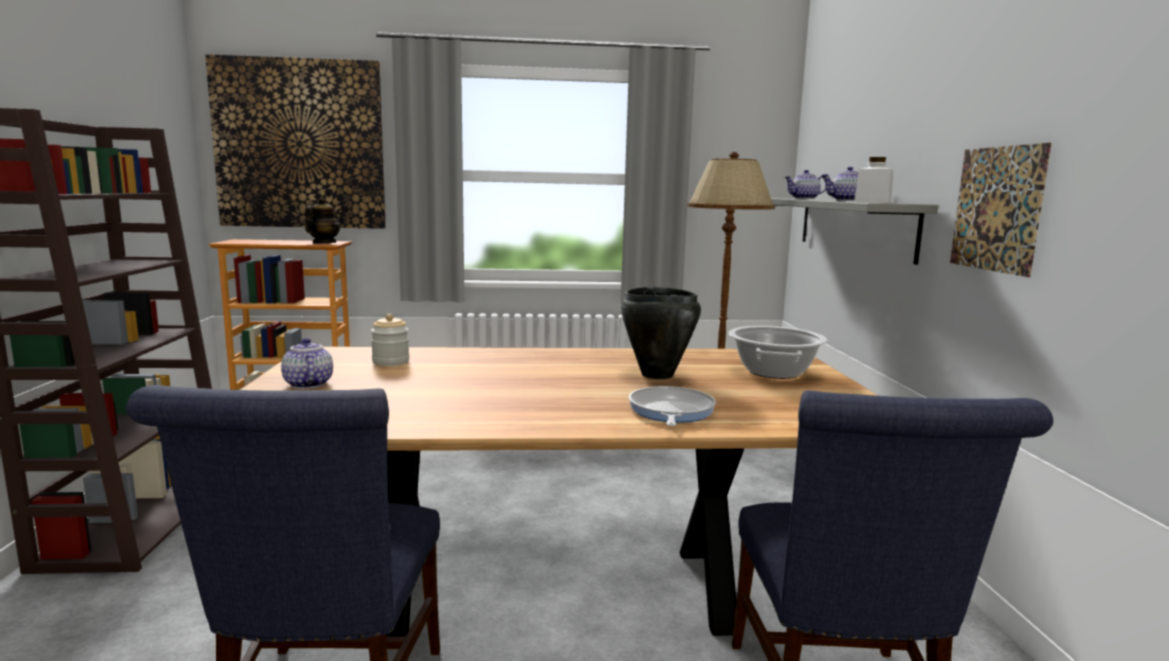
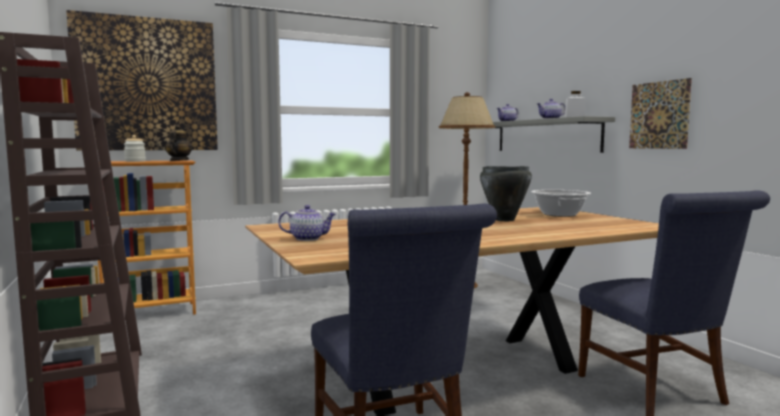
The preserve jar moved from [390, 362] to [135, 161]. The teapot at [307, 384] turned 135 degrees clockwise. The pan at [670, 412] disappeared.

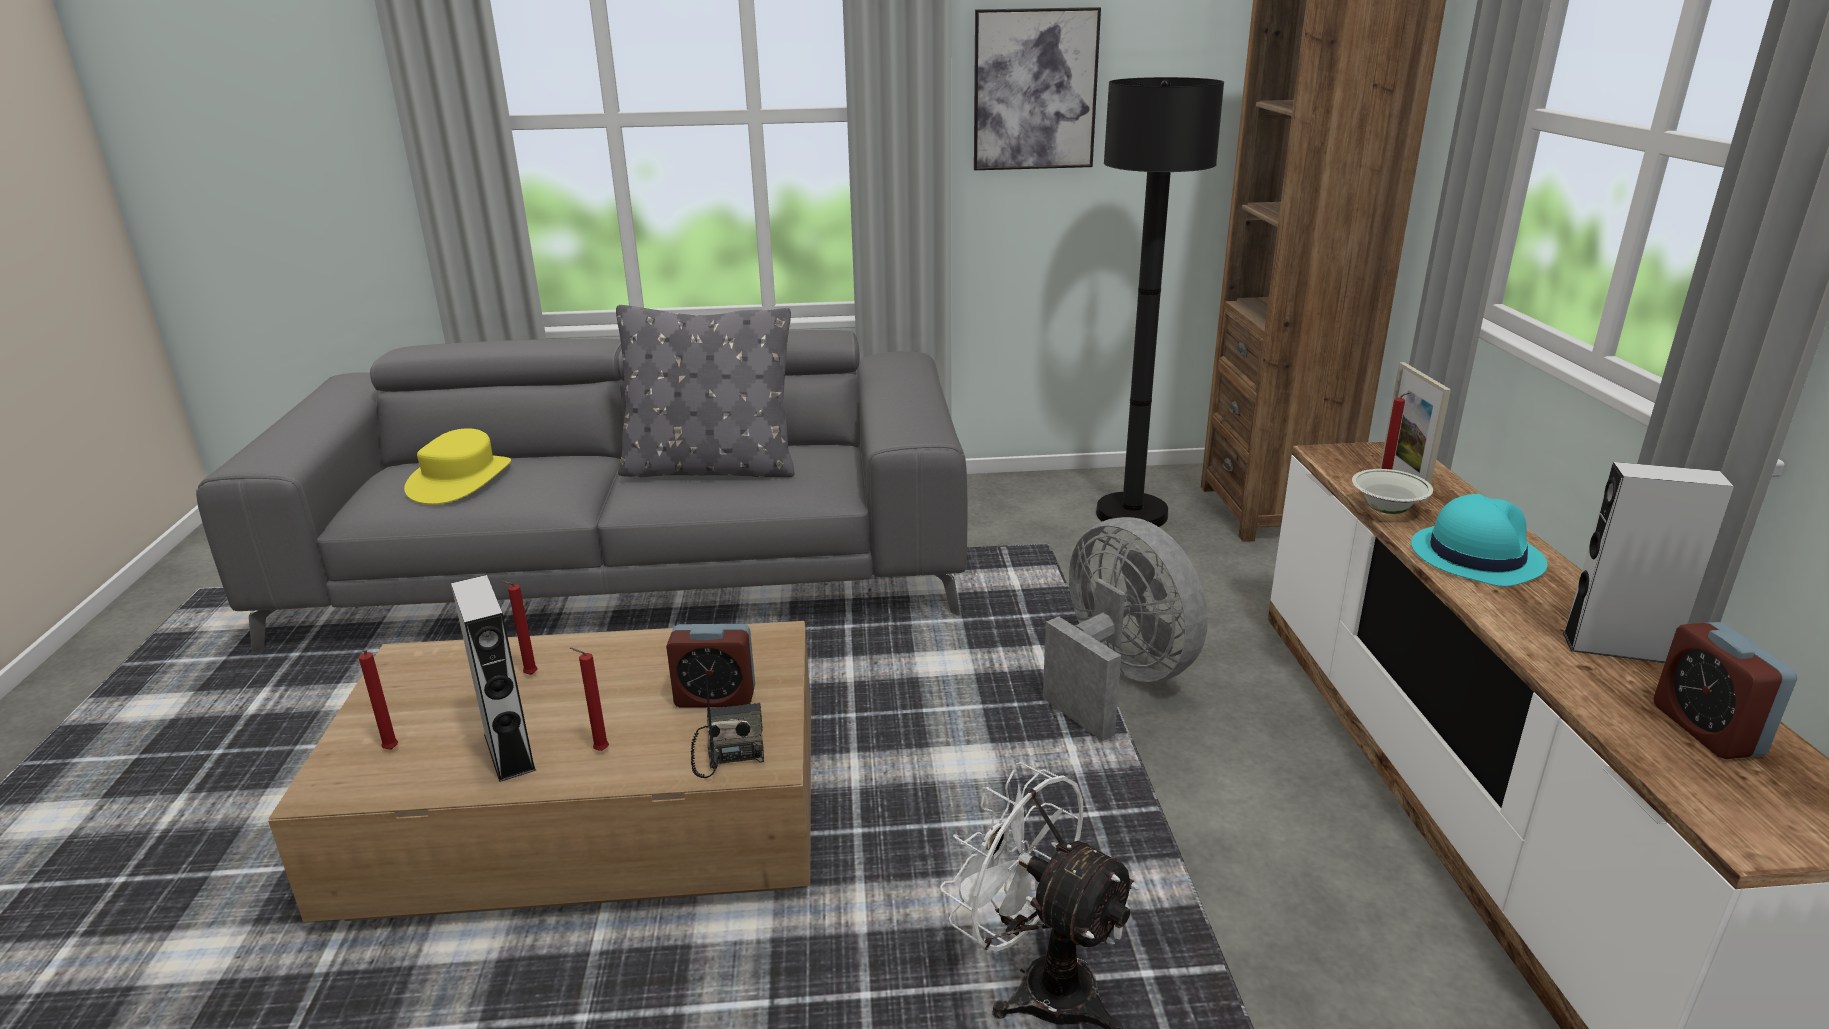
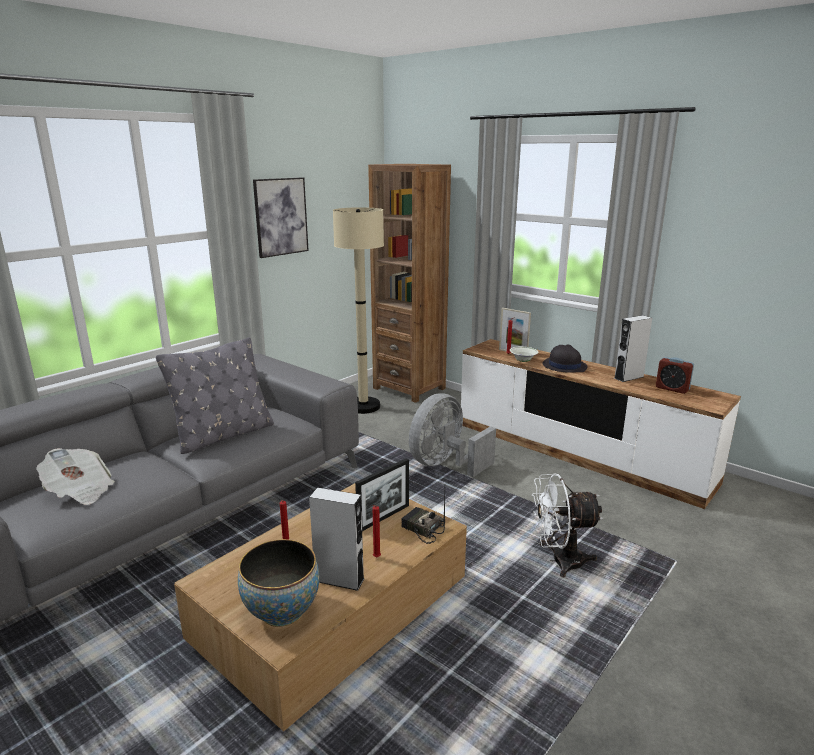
The wearable hat (yellow) at [461, 480] was replaced by the daily paper at [79, 491]. The wax candle (red-coloured) at [391, 751] was replaced by the deep dish at [282, 612]. The standard lamp (blackish) at [1131, 514] became the standard lamp (beige) at [363, 406]. The table clock at [715, 697] was replaced by the picture frame at [383, 518]. The fan (grey) at [1117, 680] turned 60 degrees counterclockwise. The wearable hat (turquoise) at [1476, 555] became the wearable hat (blackish) at [564, 366].

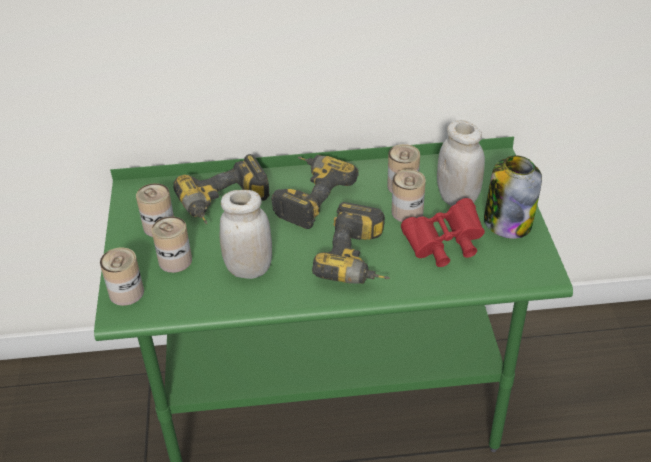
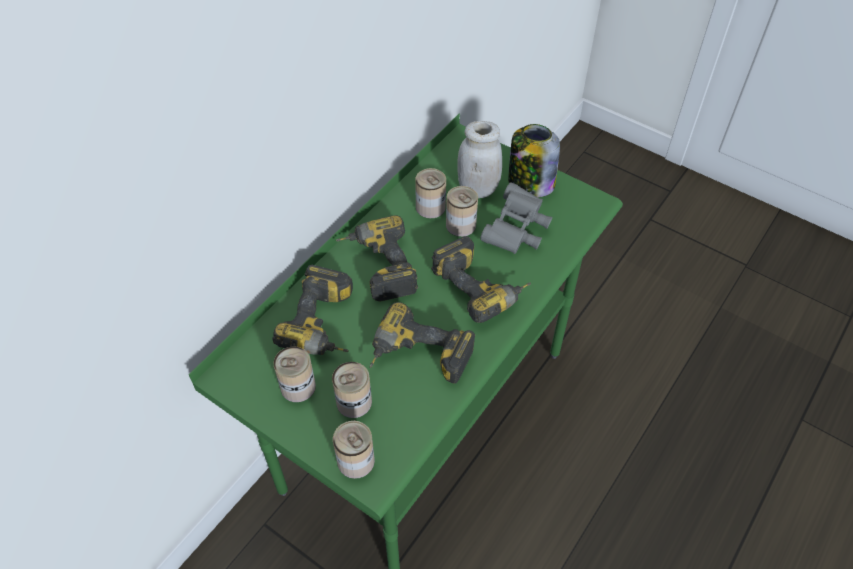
The preserve jar (white-coloured) at [249, 269] was replaced by the electric drill at [418, 359]. The field glasses (red-coloured) at [444, 245] became the field glasses (grey) at [516, 231].

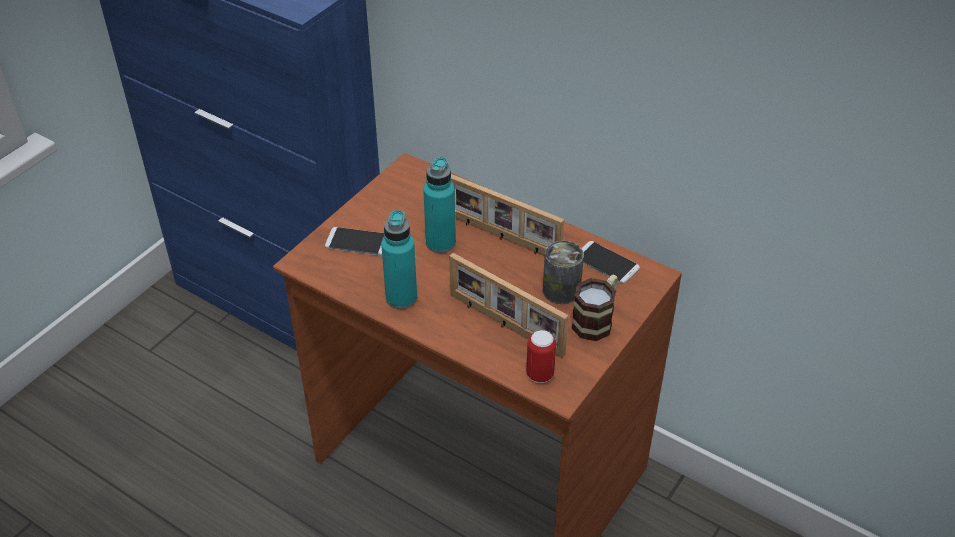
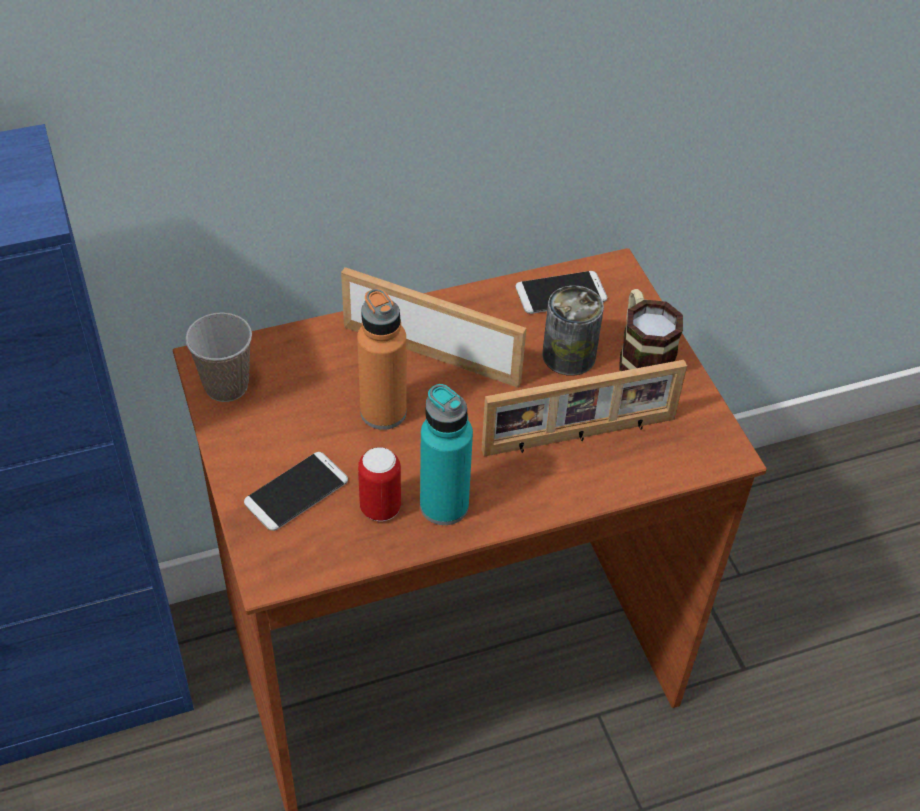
The cup at [226, 386] appeared. The picture frame at [502, 238] turned 135 degrees counterclockwise. The beverage bottle (turquoise) at [440, 243] became the beverage bottle (orange-coloured) at [383, 412]. The metal can moved from [540, 374] to [380, 508].

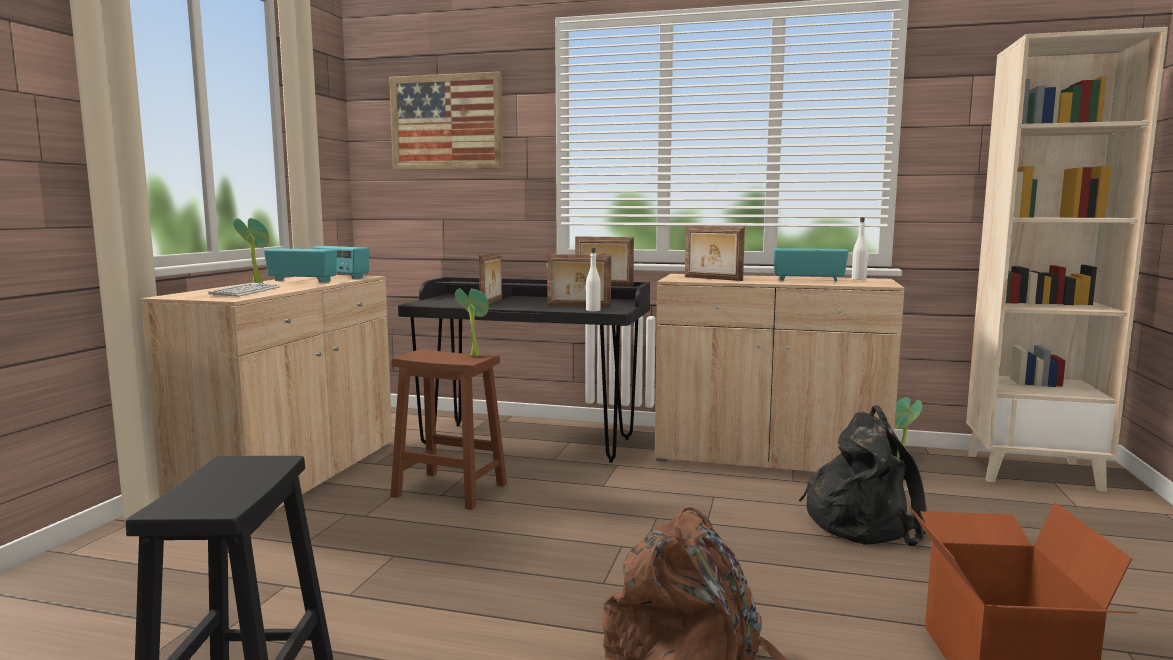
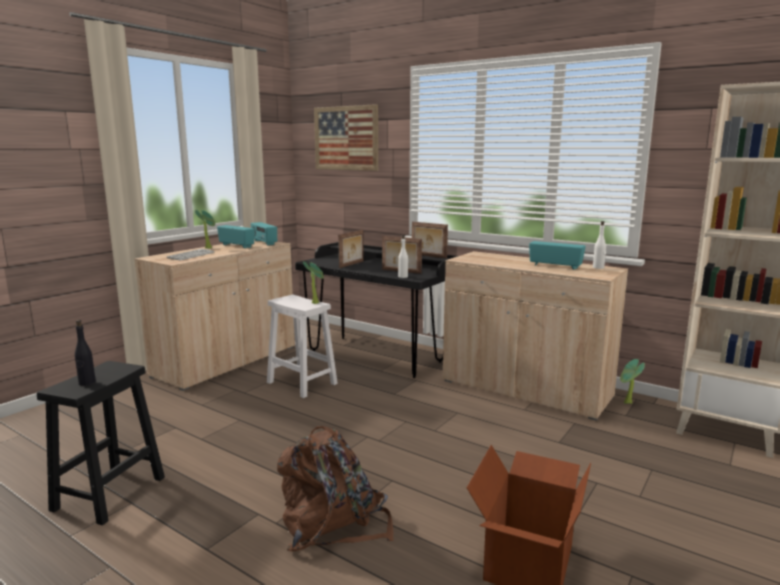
The beverage bottle (blackish) at [87, 383] appeared. The sitting stool (brown-coloured) at [448, 490] became the sitting stool (white-coloured) at [301, 383]. The picture frame at [712, 279] disappeared. The backpack (blackish) at [862, 522] disappeared.

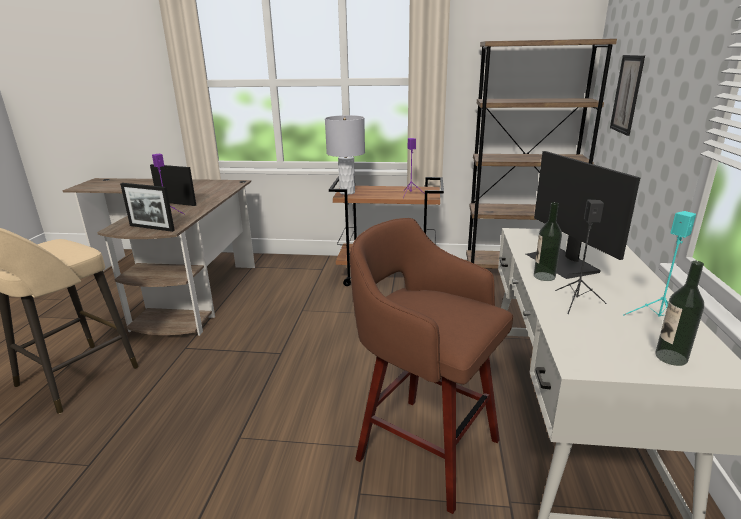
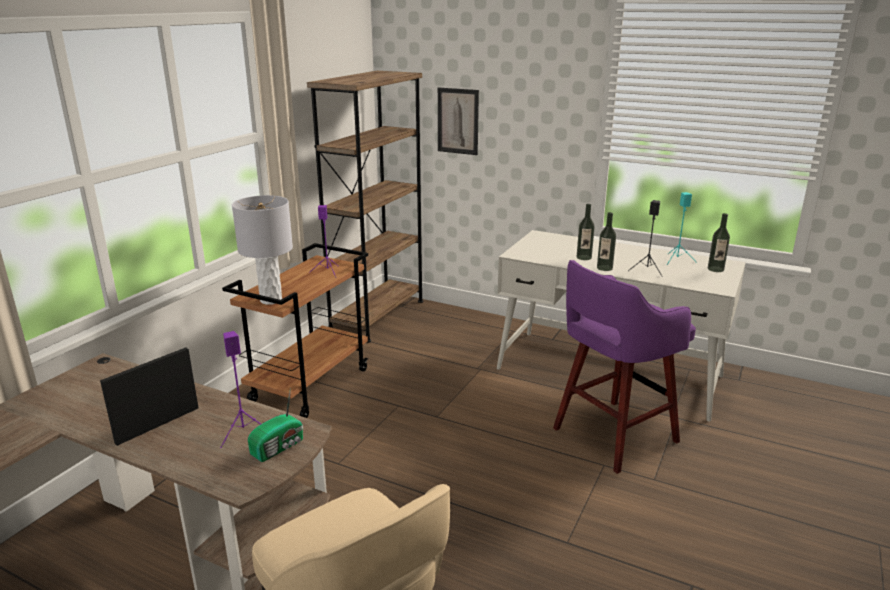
The picture frame at [152, 228] was replaced by the radio set at [279, 447]. The sitting stool (brown-coloured) at [424, 447] became the sitting stool (purple-coloured) at [611, 436]. The monitor at [562, 262] was replaced by the beverage bottle at [584, 257].

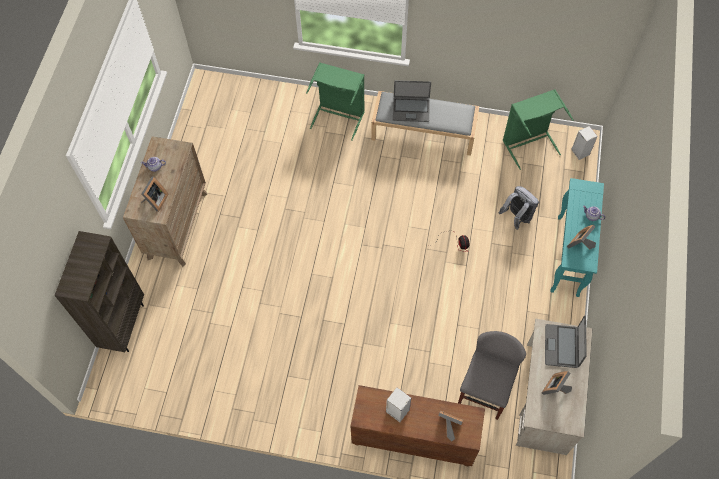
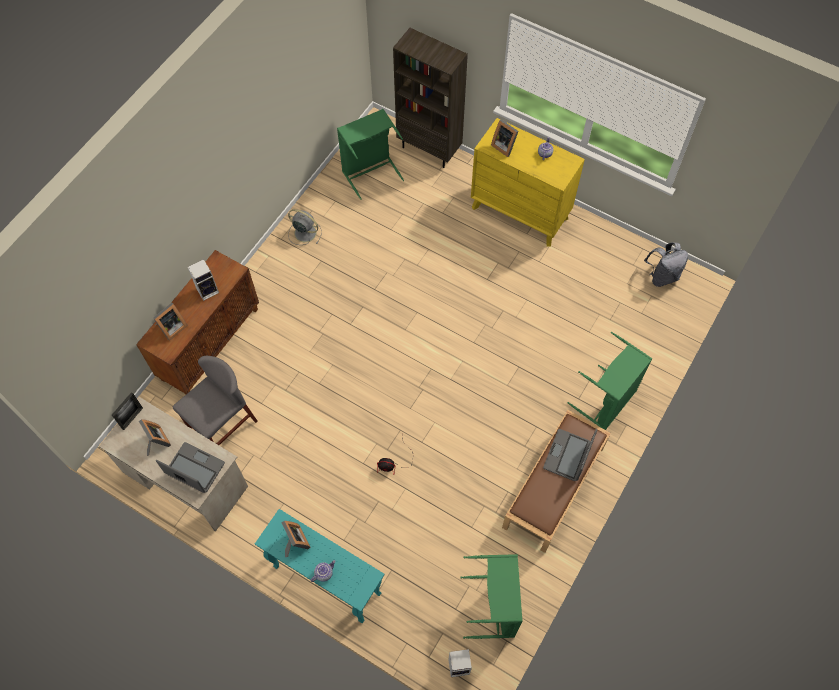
The picture frame at [132, 418] appeared. The plain chair (grey) at [485, 389] turned 90 degrees counterclockwise. The fan (grey) at [304, 232] appeared. The laundry basket (greenish) at [370, 171] appeared. The chest of drawers (brown-coloured) at [177, 225] became the chest of drawers (yellow) at [520, 213]. The bench (grey) at [424, 132] became the bench (brown-coloured) at [554, 487]. The backpack (grey) moved from [516, 217] to [662, 276].

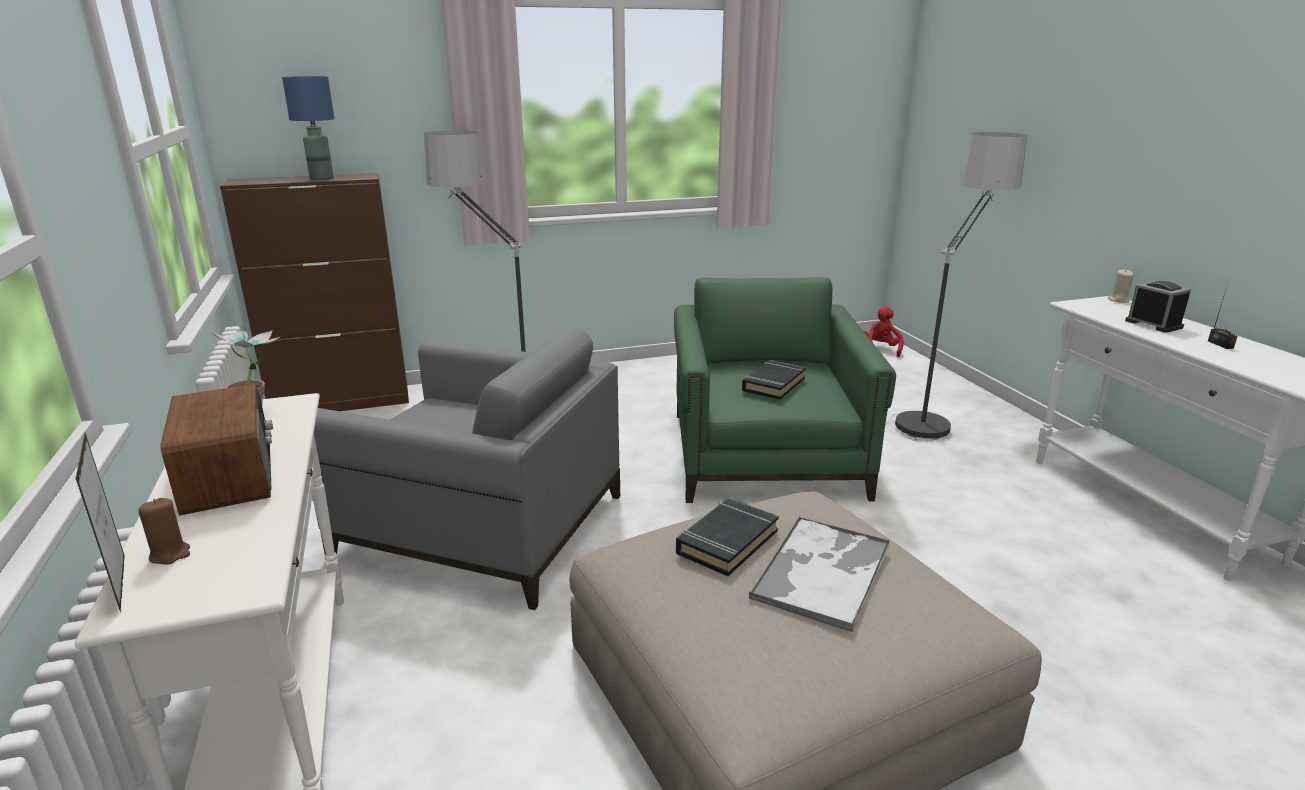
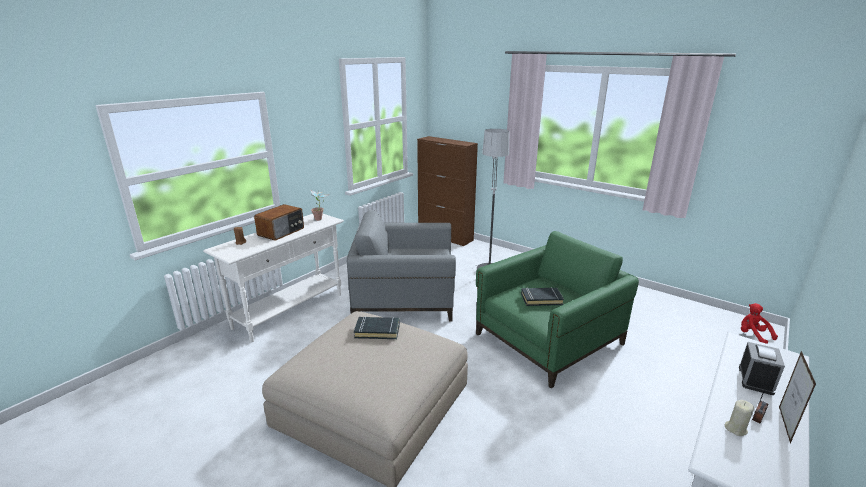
The easy chair (grey) at [481, 526] turned 105 degrees clockwise. The wax candle (beige) moved from [1118, 300] to [735, 428]. The cuddly toy (red-coloured) at [880, 350] turned 90 degrees counterclockwise. The picture frame moved from [122, 582] to [784, 424]. The table lamp (blue) at [322, 178] disappeared. The serving tray at [822, 571] disappeared. The standard lamp at [936, 414] disappeared.

